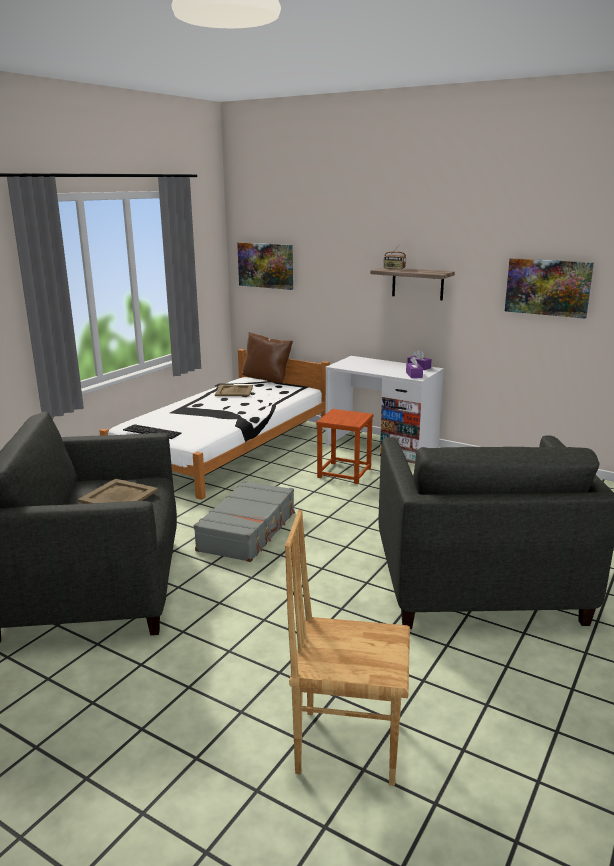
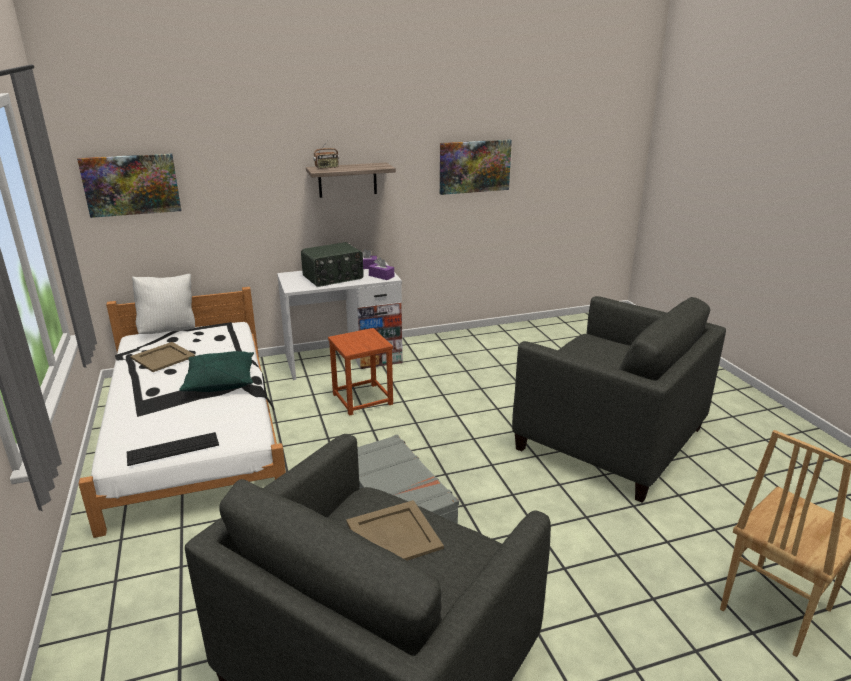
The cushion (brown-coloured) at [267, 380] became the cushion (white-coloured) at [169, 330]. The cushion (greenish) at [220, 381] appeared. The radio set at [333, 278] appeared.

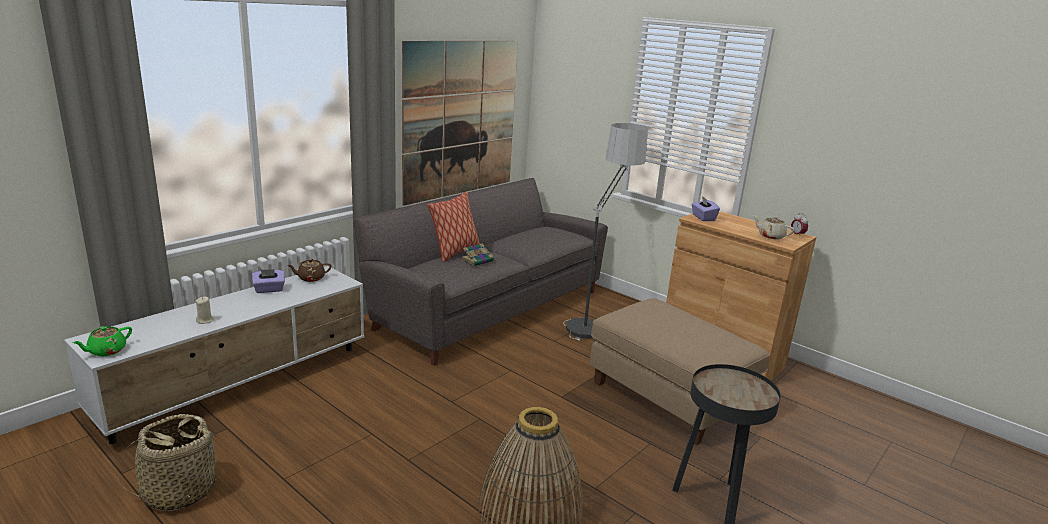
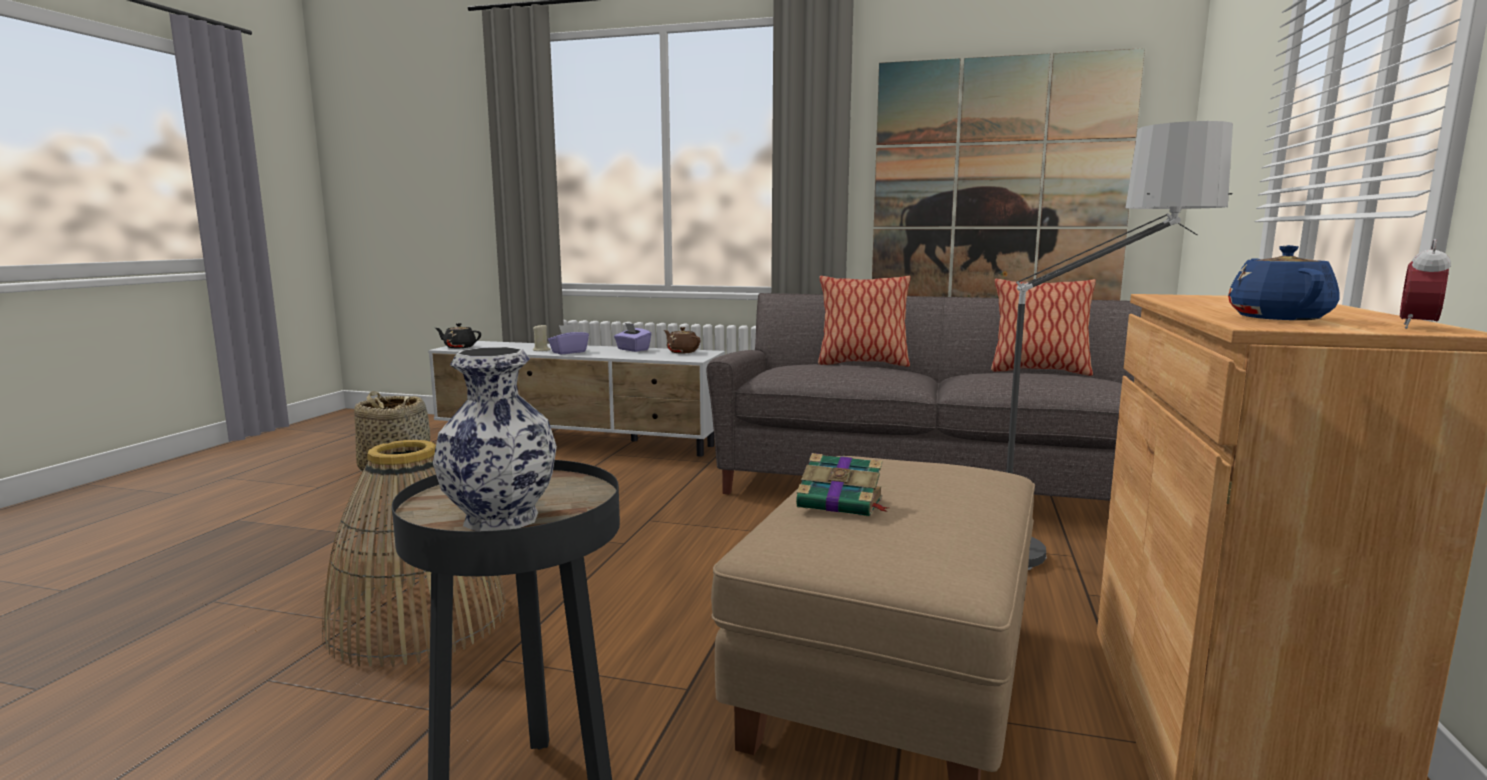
The decorative vase at [499, 519] appeared. The teapot (greenish) at [106, 351] became the teapot (blackish) at [459, 347]. The box of tissues (purple-coloured) moved from [703, 218] to [568, 352]. The bound book moved from [478, 260] to [842, 503]. The cushion at [1039, 371] appeared. The teapot (beige) at [770, 236] became the teapot (blue) at [1277, 317].

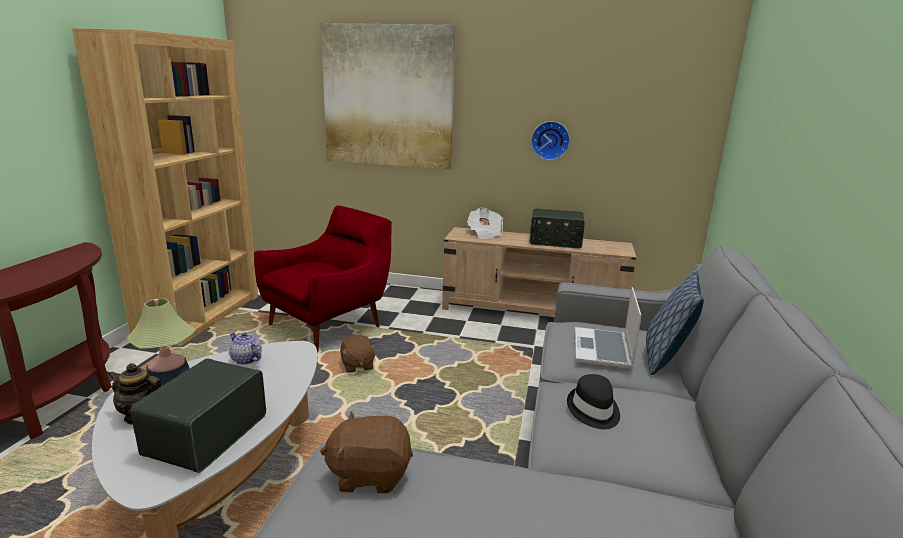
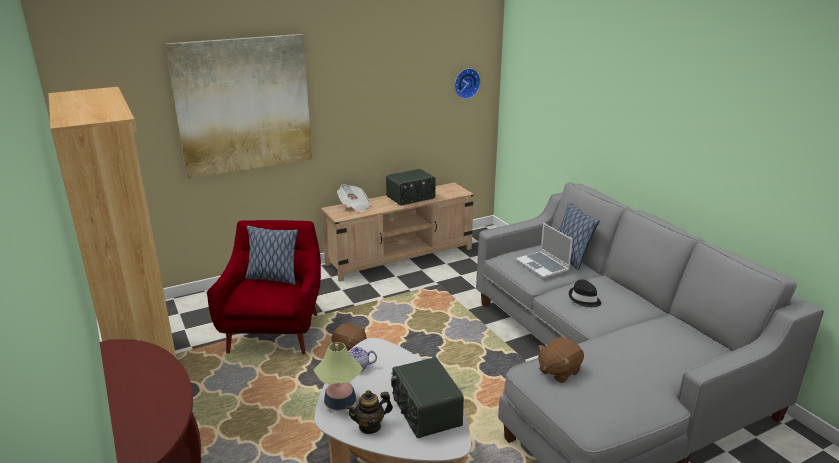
The cushion at [272, 278] appeared. The clock on the wall moved from [550, 140] to [466, 83].

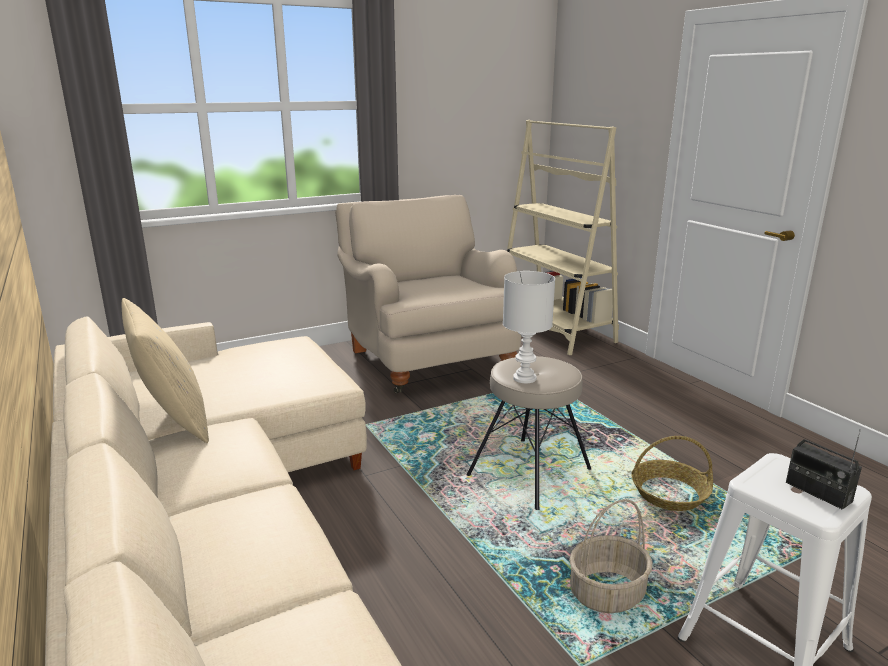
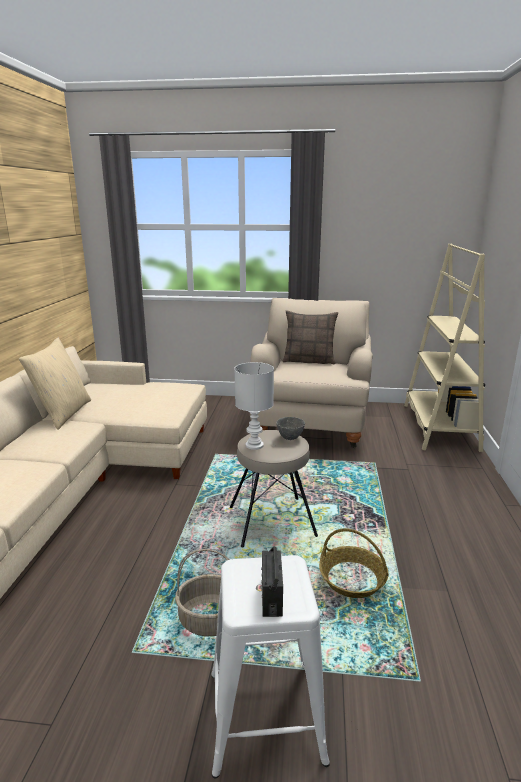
The deep dish (grey) at [289, 437] appeared. The cushion at [309, 361] appeared.

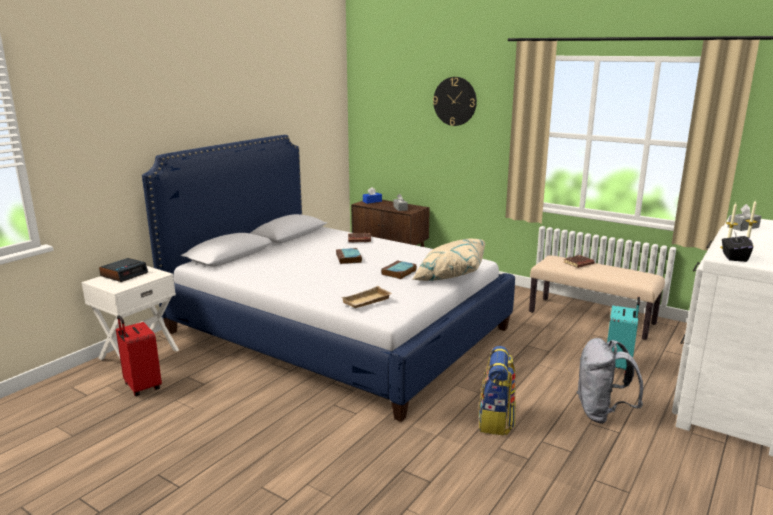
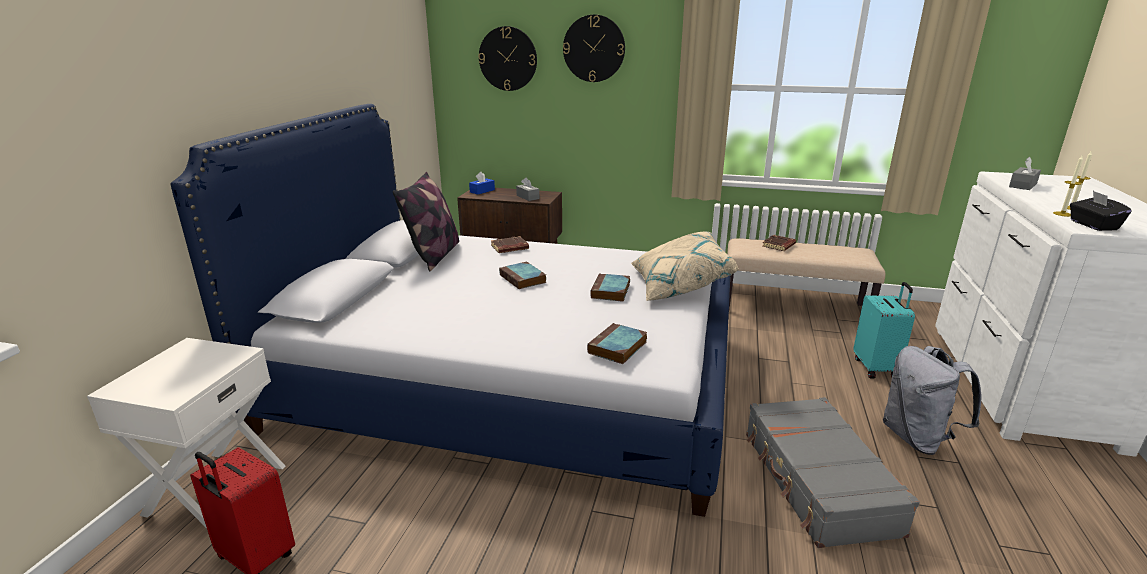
The cushion at [434, 255] appeared. The clock on the wall at [508, 59] appeared. The serving tray (beige) at [367, 301] was replaced by the bound book at [617, 348]. The backpack at [496, 421] was replaced by the piece of luggage (grey) at [817, 482]. The table clock at [124, 274] disappeared.

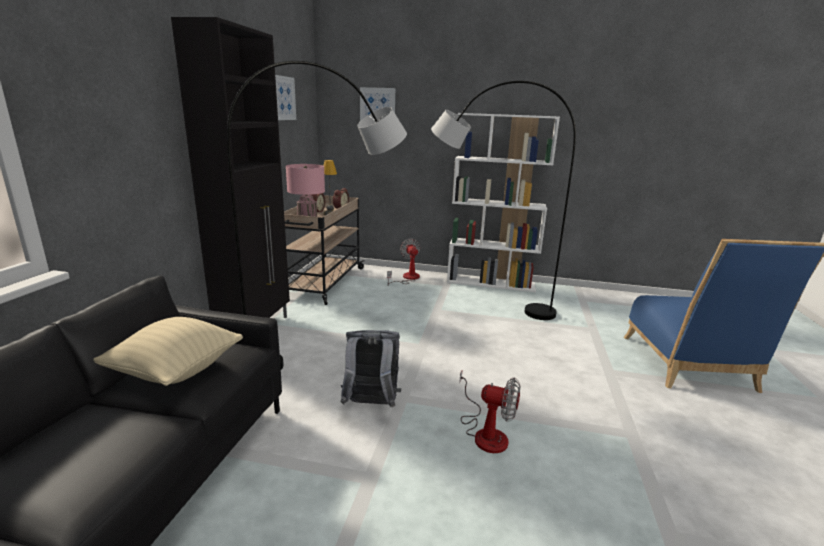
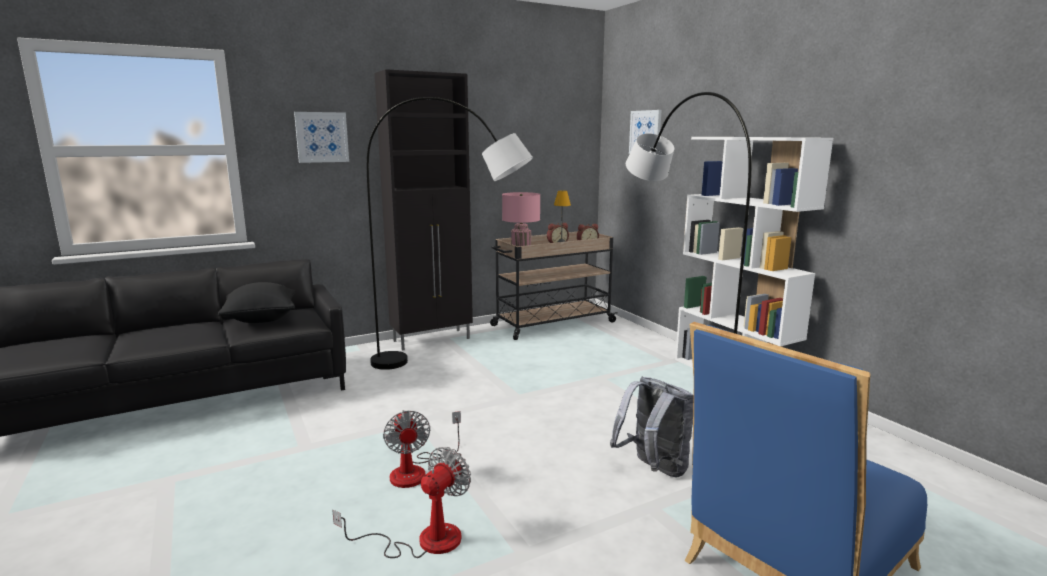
The cushion (beige) at [176, 371] became the cushion (blackish) at [261, 319]. The picture moved from [283, 98] to [322, 137]. The fan moved from [407, 278] to [423, 540]. The backpack (grey) moved from [371, 405] to [653, 469].

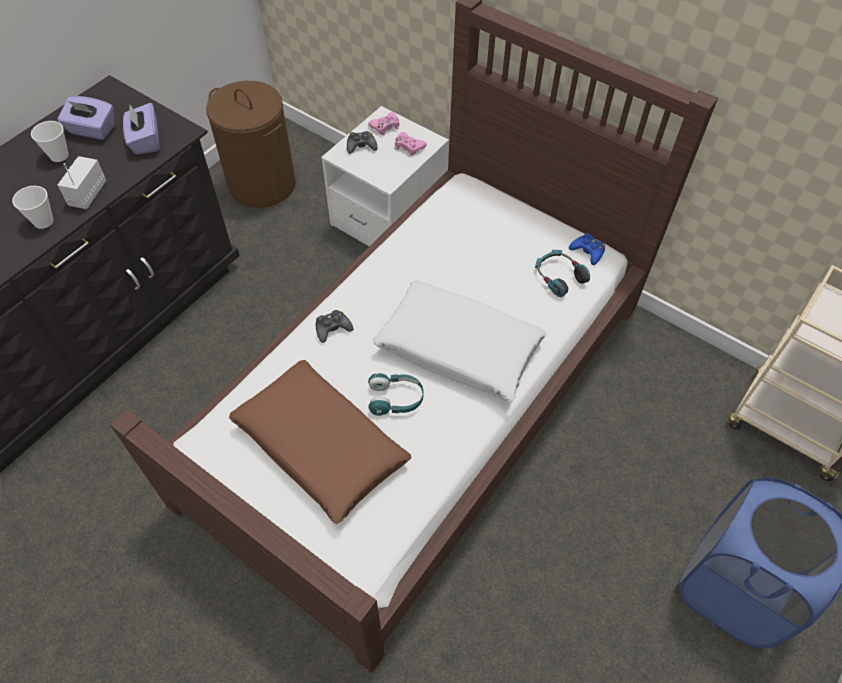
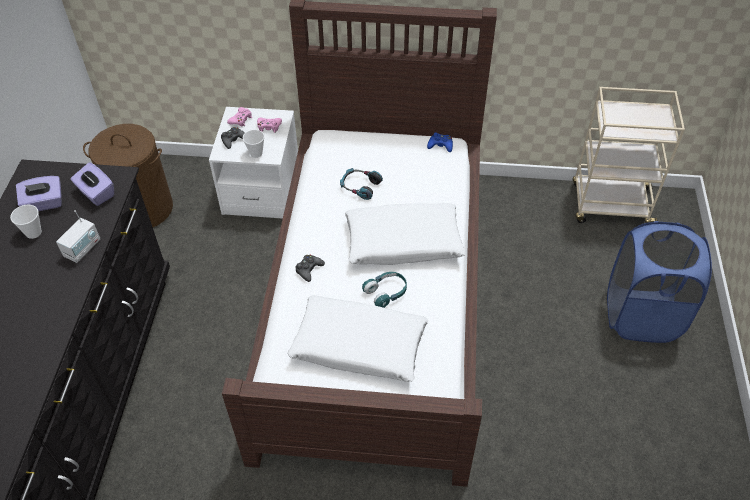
The radio set at [87, 194] turned 135 degrees counterclockwise. The cup moved from [43, 221] to [256, 153]. The cushion (brown-coloured) at [320, 446] became the cushion (white-coloured) at [359, 346]. The headphones moved from [559, 276] to [360, 186].

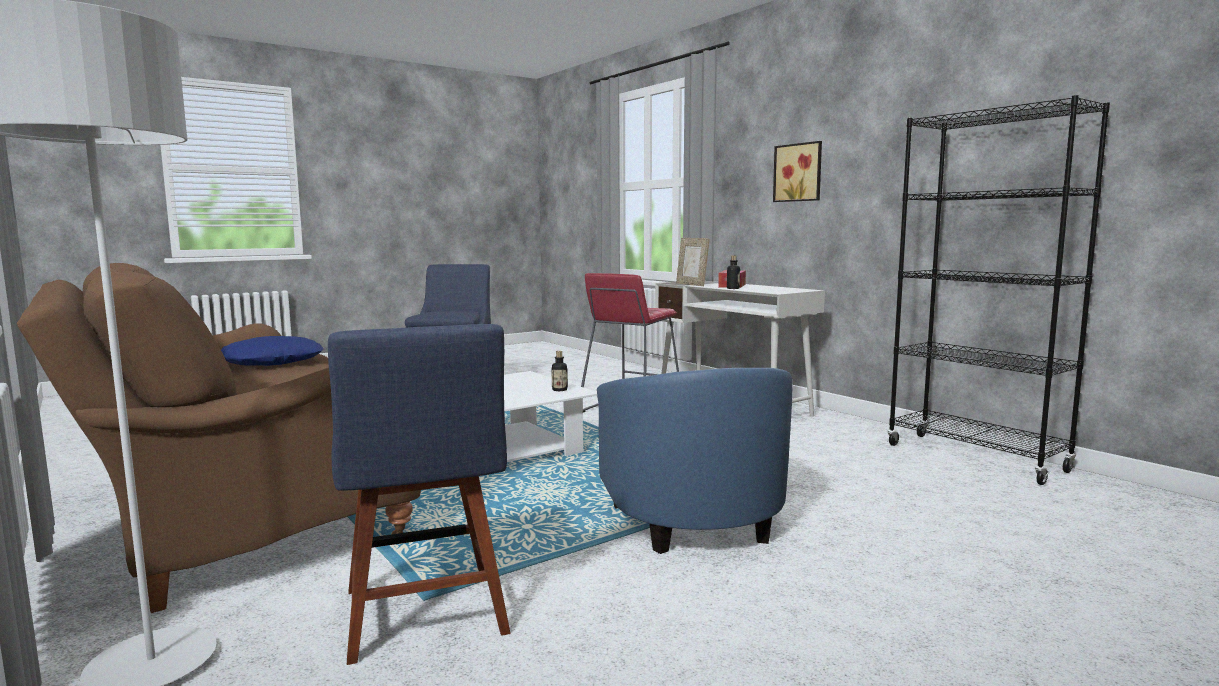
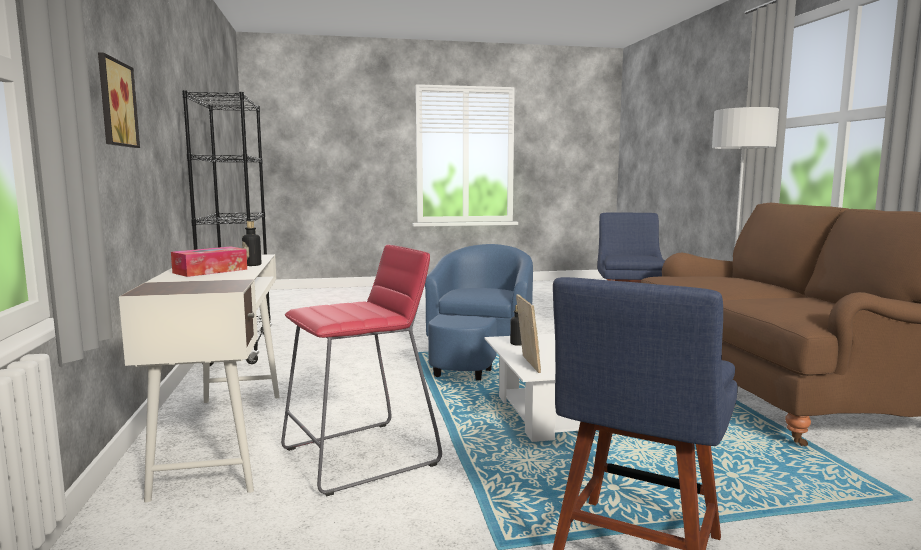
The picture frame moved from [692, 285] to [527, 364]. The cushion (blue) at [272, 362] disappeared.

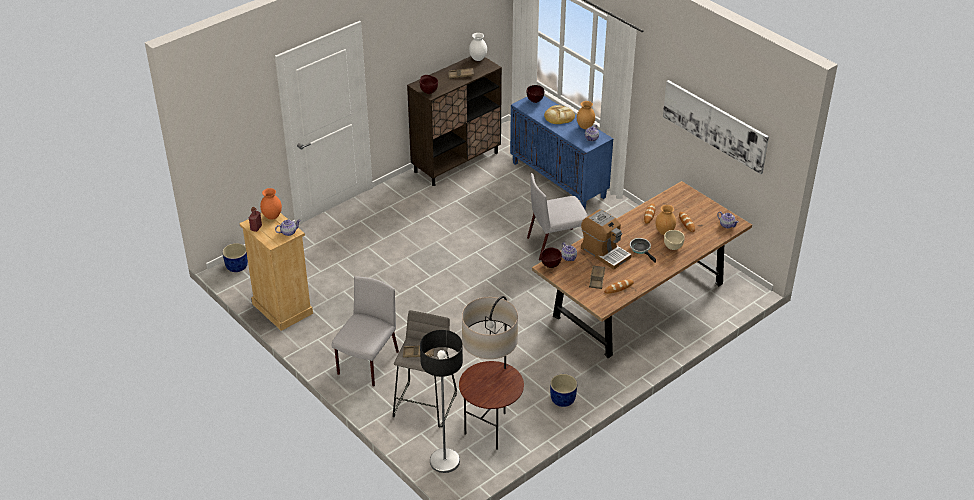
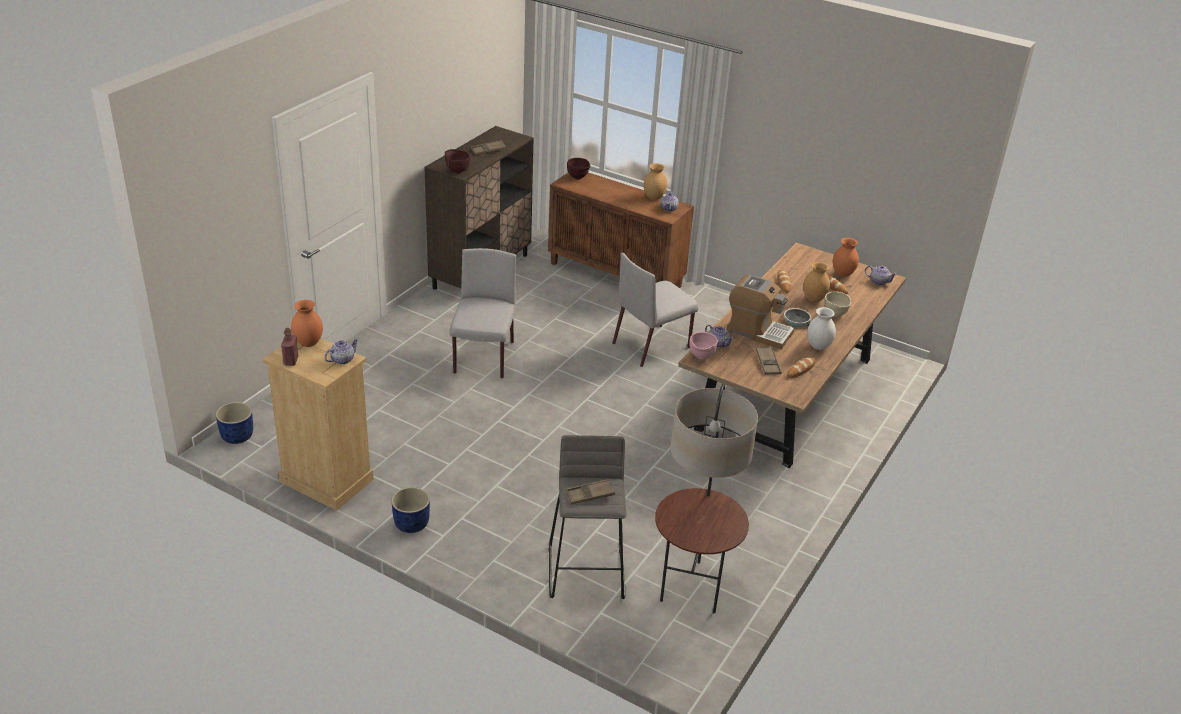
The planter (blue) moved from [562, 399] to [411, 524]. The plain chair (grey) moved from [367, 364] to [484, 358]. The storage cabinet (blue) at [559, 180] became the storage cabinet (brown-coloured) at [616, 275]. The deep dish (brown-coloured) at [550, 266] became the deep dish (pinkish) at [701, 357]. The decorative vase (white-coloured) moved from [478, 59] to [818, 346]. The decorative vase (orange-coloured) at [843, 274] appeared. The standard lamp at [444, 461] disappeared. The bread at [559, 117] disappeared. The picture at [714, 125] disappeared.

